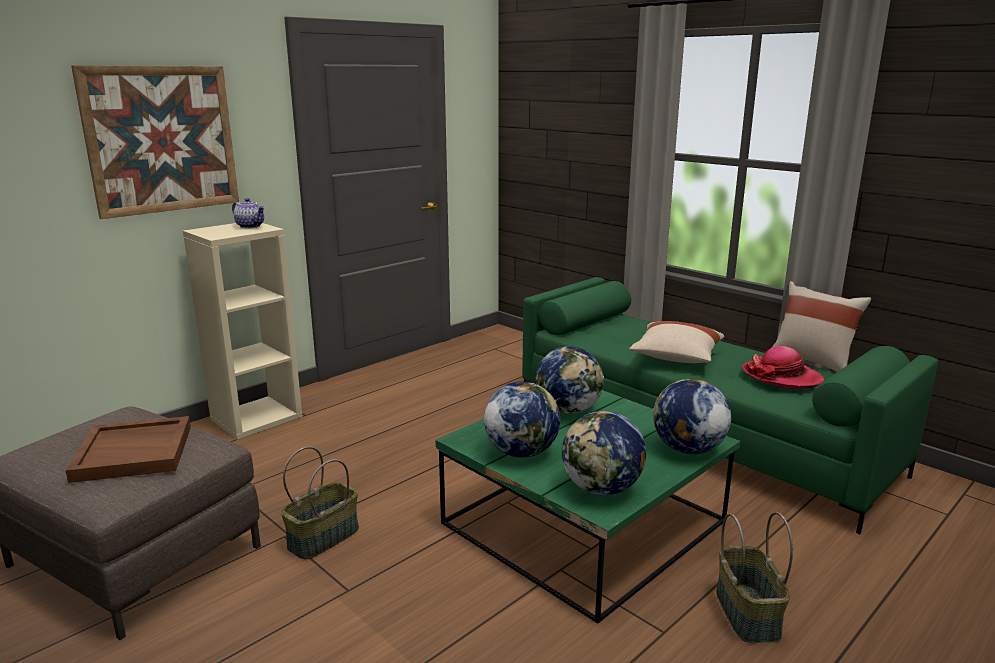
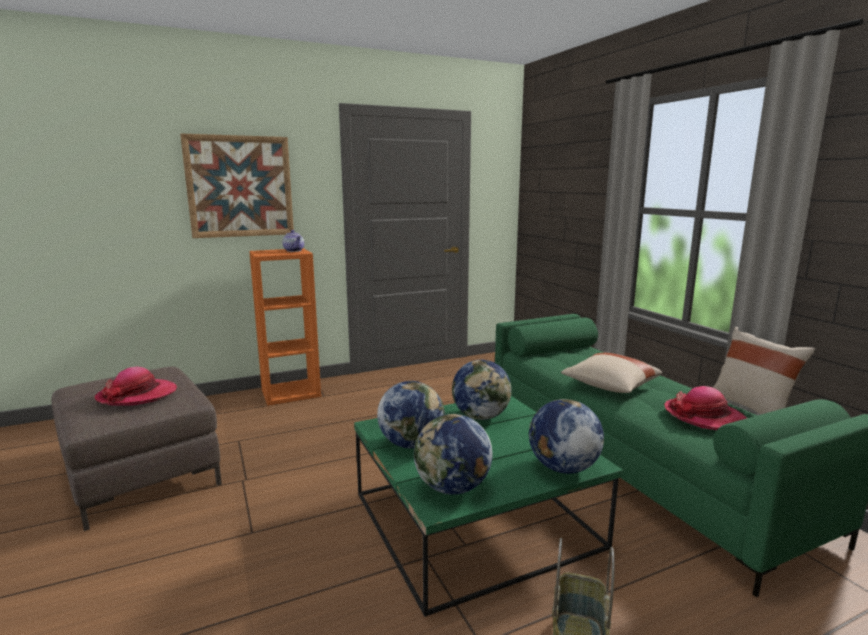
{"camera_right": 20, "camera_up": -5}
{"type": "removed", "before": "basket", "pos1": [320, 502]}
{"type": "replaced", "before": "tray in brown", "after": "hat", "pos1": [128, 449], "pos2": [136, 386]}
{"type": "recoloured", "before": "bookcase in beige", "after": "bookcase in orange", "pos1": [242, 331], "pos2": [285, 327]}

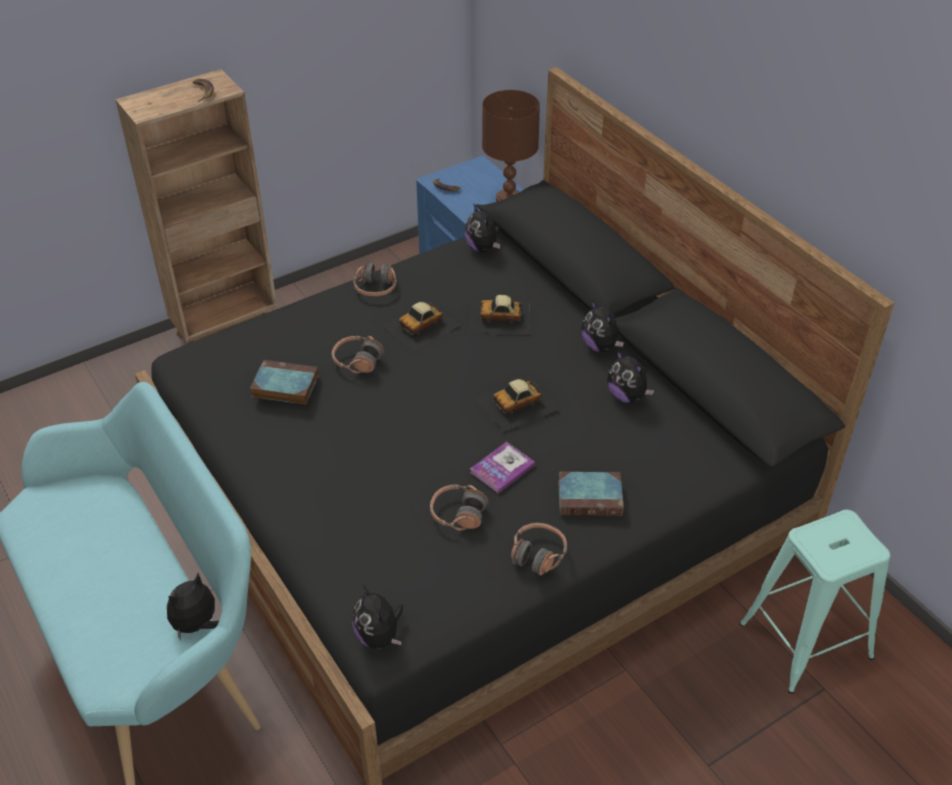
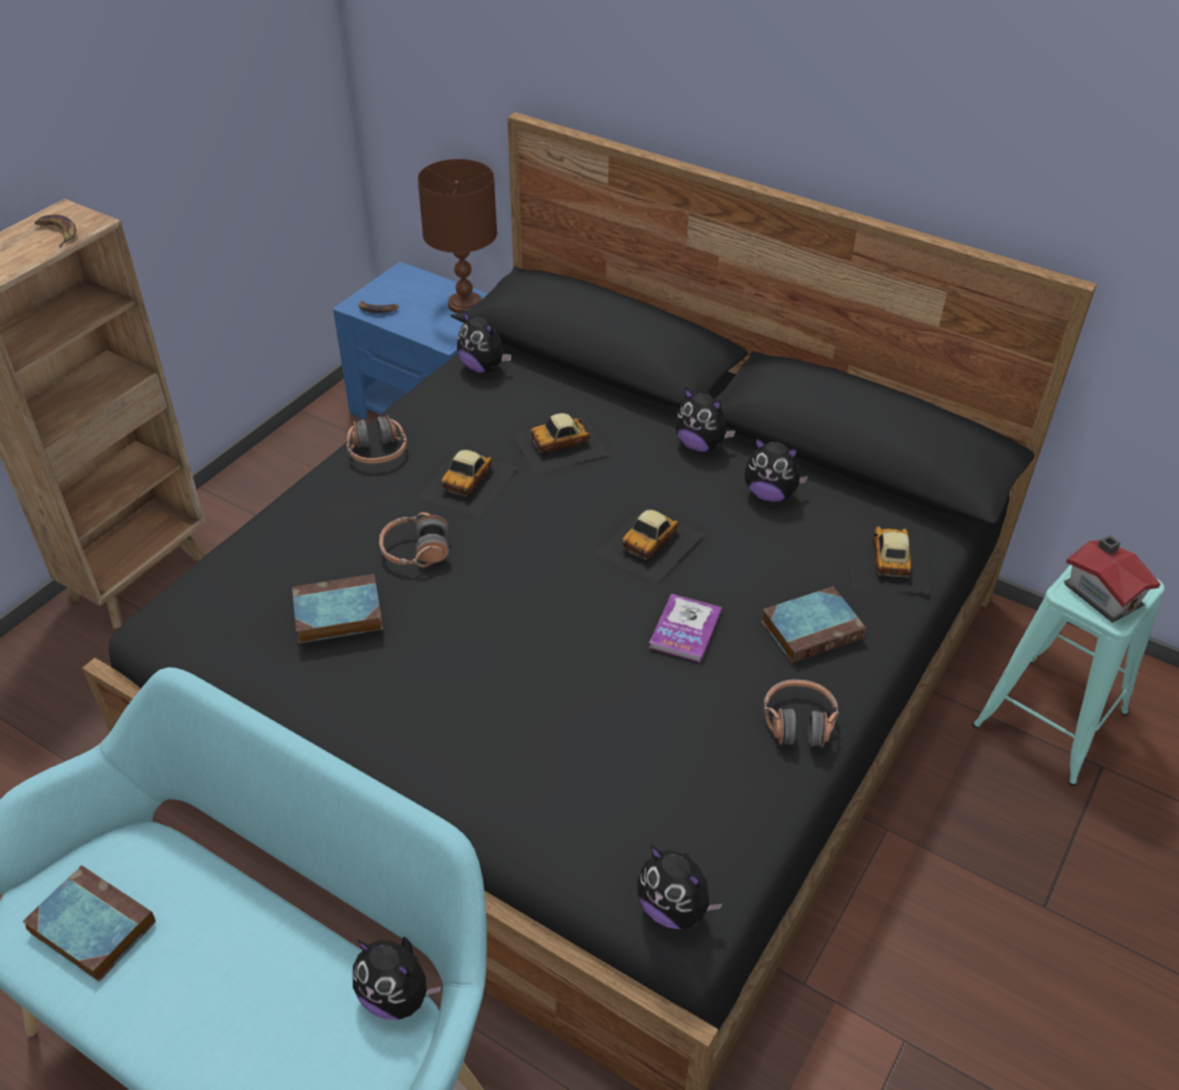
{"camera_right": -25, "camera_up": 0}
{"type": "removed", "before": "headphones", "pos1": [459, 507]}
{"type": "added", "after": "book", "pos2": [89, 923]}
{"type": "added", "after": "toy car", "pos2": [890, 559]}
{"type": "added", "after": "toy house", "pos2": [1112, 579]}
{"type": "turned", "before": "plush toy", "pos1": [193, 606], "pos2": [397, 978], "turn": -75}

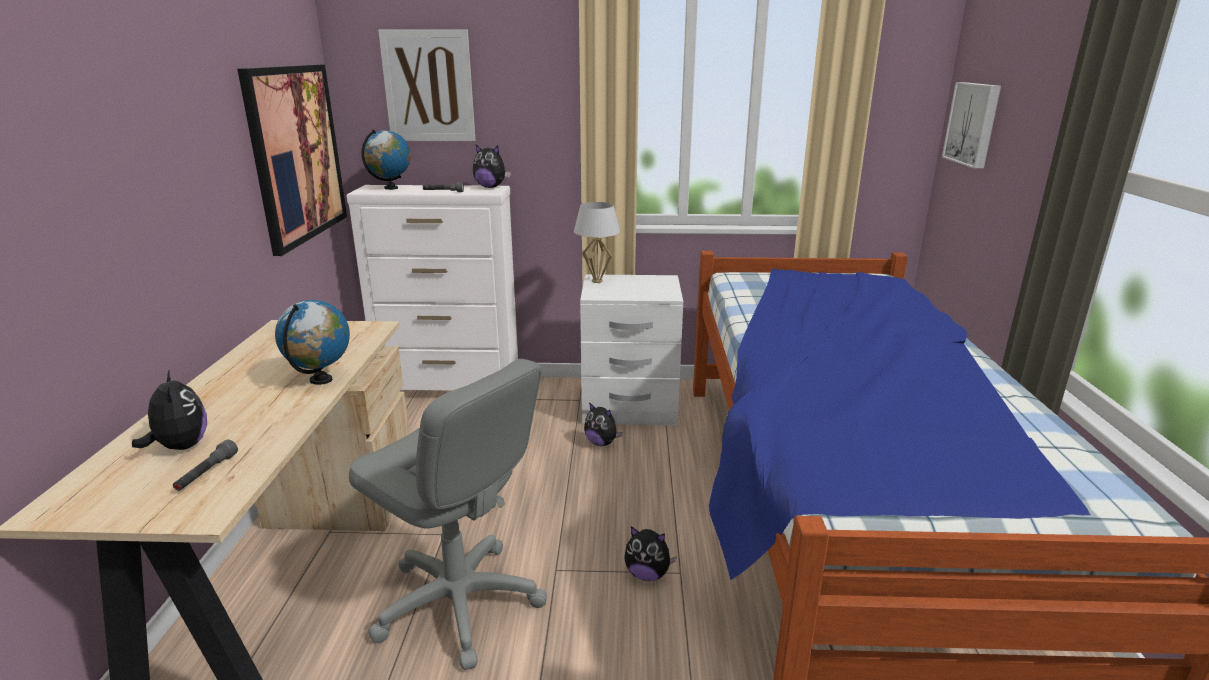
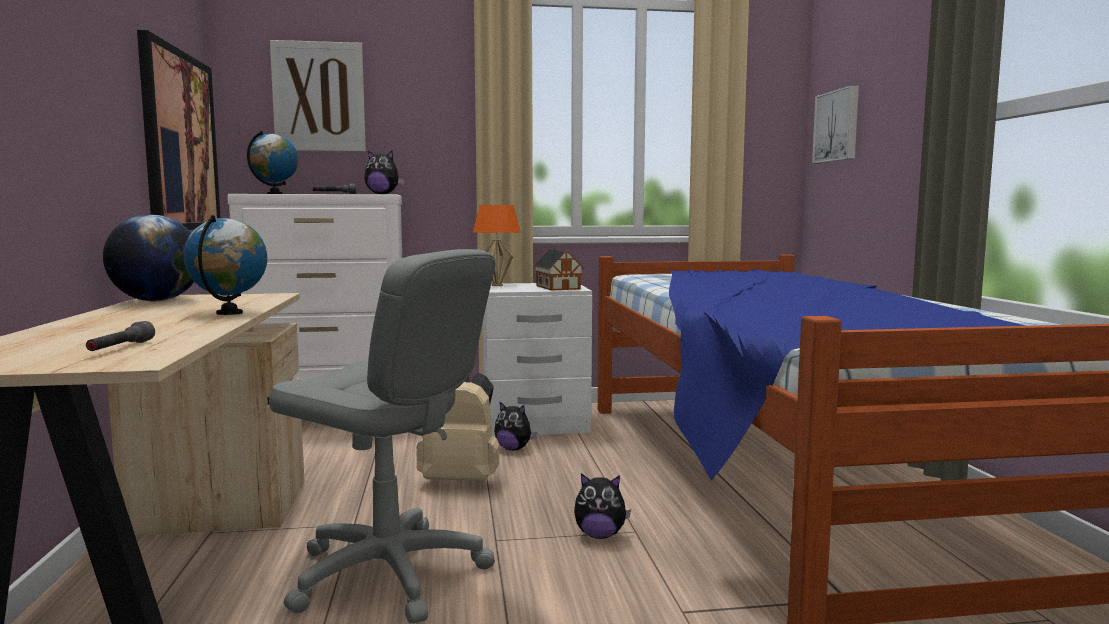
{"camera_right": -10, "camera_up": -15}
{"type": "removed", "before": "plush toy", "pos1": [169, 410]}
{"type": "added", "after": "globe", "pos2": [148, 257]}
{"type": "added", "after": "backpack in beige", "pos2": [457, 427]}
{"type": "added", "after": "toy house", "pos2": [559, 268]}
{"type": "recoloured", "before": "table lamp in white", "after": "table lamp in orange", "pos1": [597, 242], "pos2": [497, 245]}

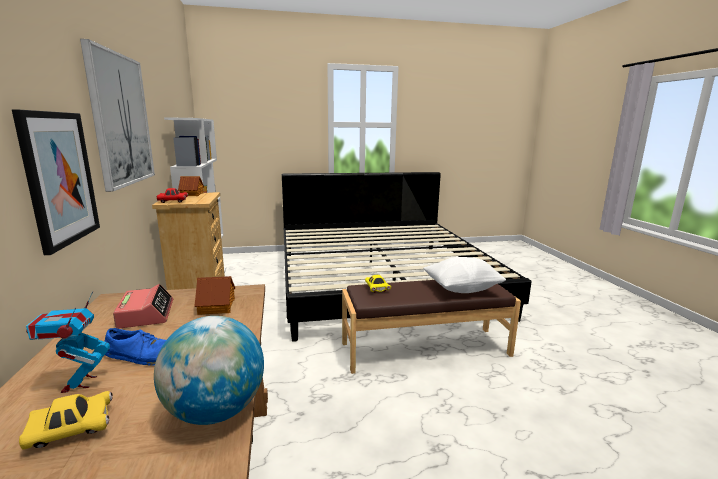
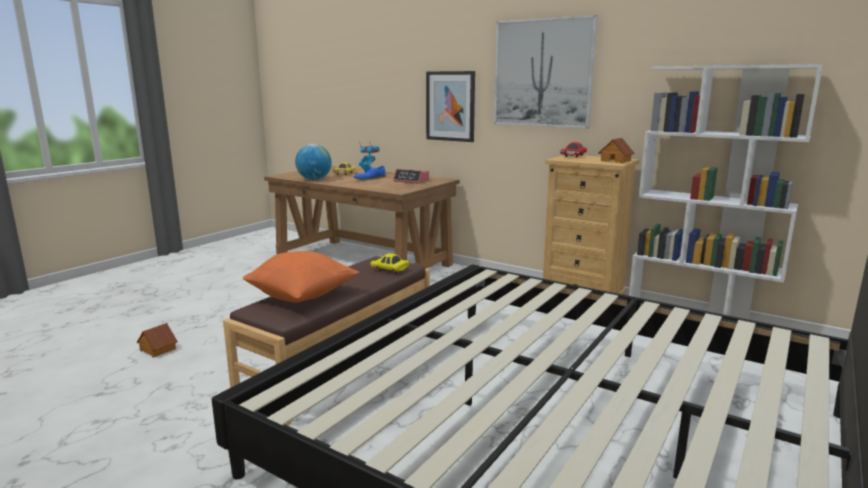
{"camera_right": 135, "camera_up": 0}
{"type": "moved", "before": "toy house", "pos1": [215, 295], "pos2": [157, 340]}
{"type": "recoloured", "before": "pillow in white", "after": "pillow in orange", "pos1": [464, 275], "pos2": [300, 277]}

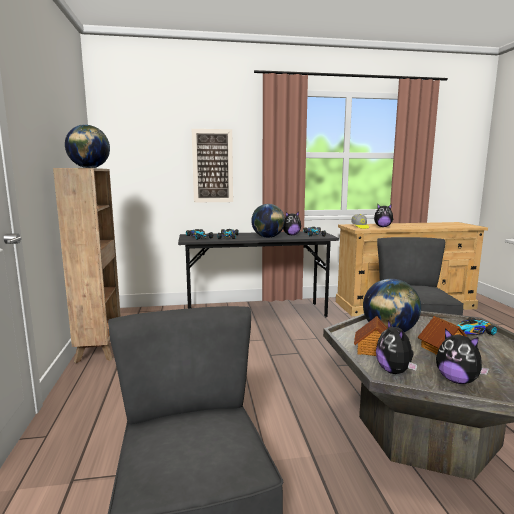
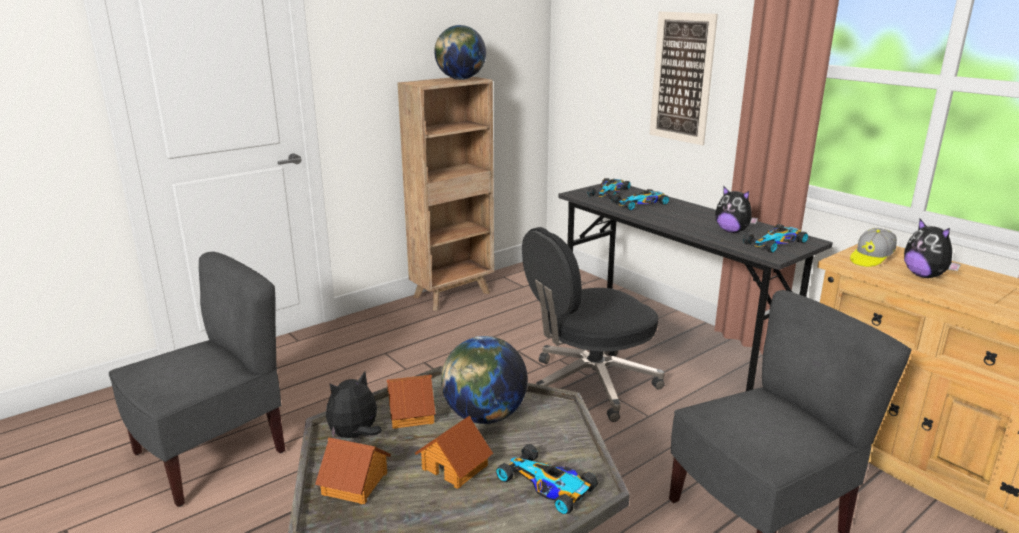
{"camera_right": 60, "camera_up": 10}
{"type": "removed", "before": "globe", "pos1": [268, 221]}
{"type": "added", "after": "office chair in black", "pos2": [593, 324]}
{"type": "replaced", "before": "plush toy", "after": "toy house", "pos1": [462, 356], "pos2": [353, 470]}

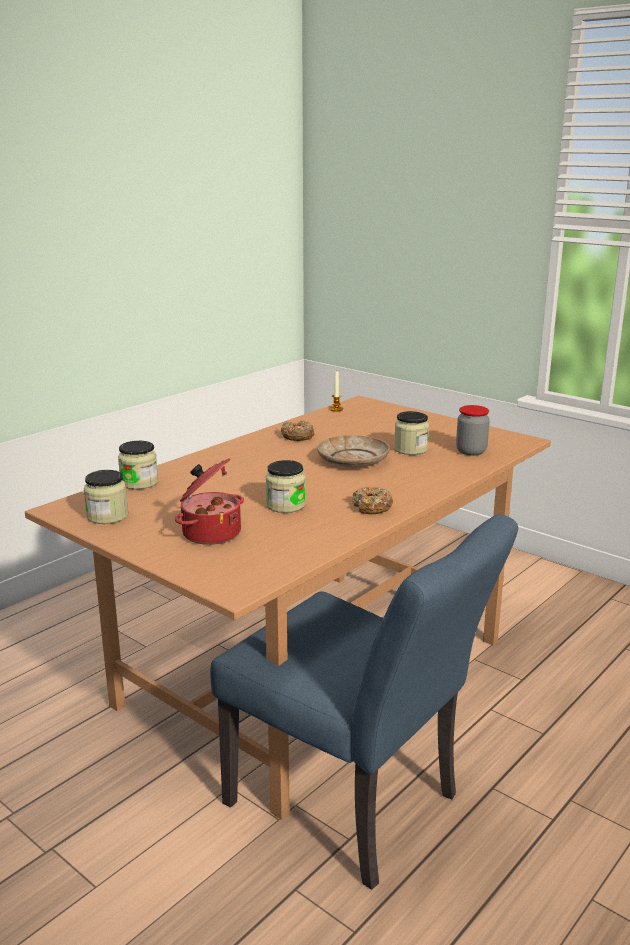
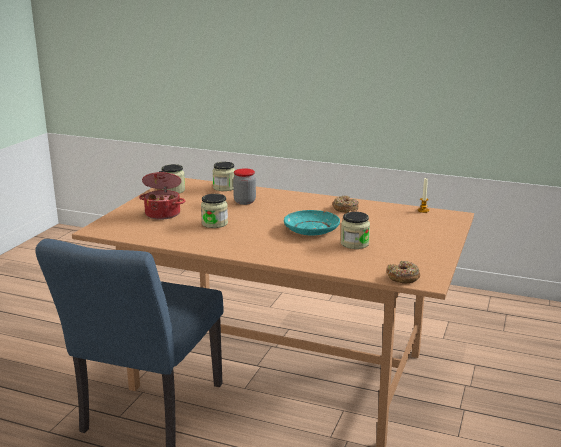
{"camera_right": 70, "camera_up": 0}
{"type": "moved", "before": "donut", "pos1": [372, 500], "pos2": [403, 272]}
{"type": "moved", "before": "jar", "pos1": [473, 430], "pos2": [244, 186]}
{"type": "recoloured", "before": "plate in beige", "after": "plate in turquoise", "pos1": [353, 451], "pos2": [312, 223]}

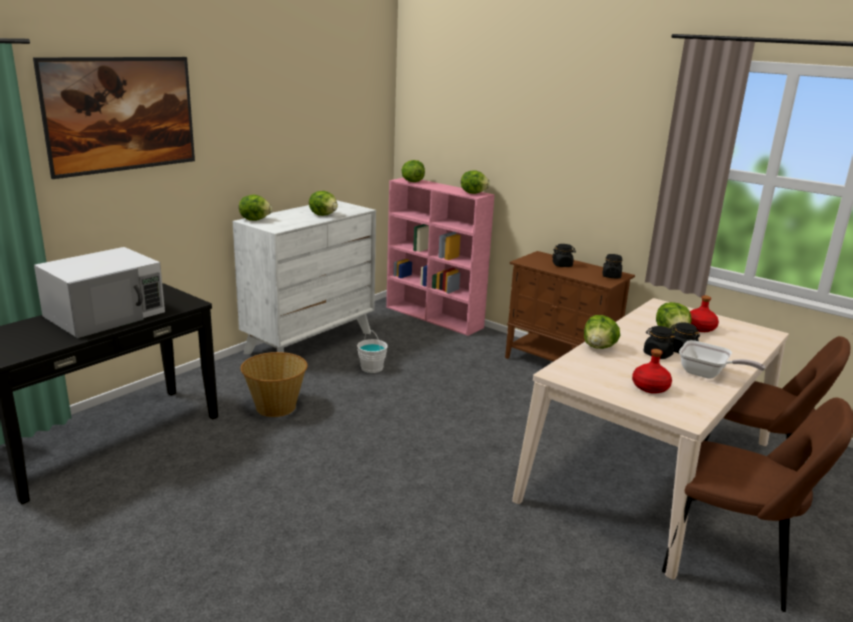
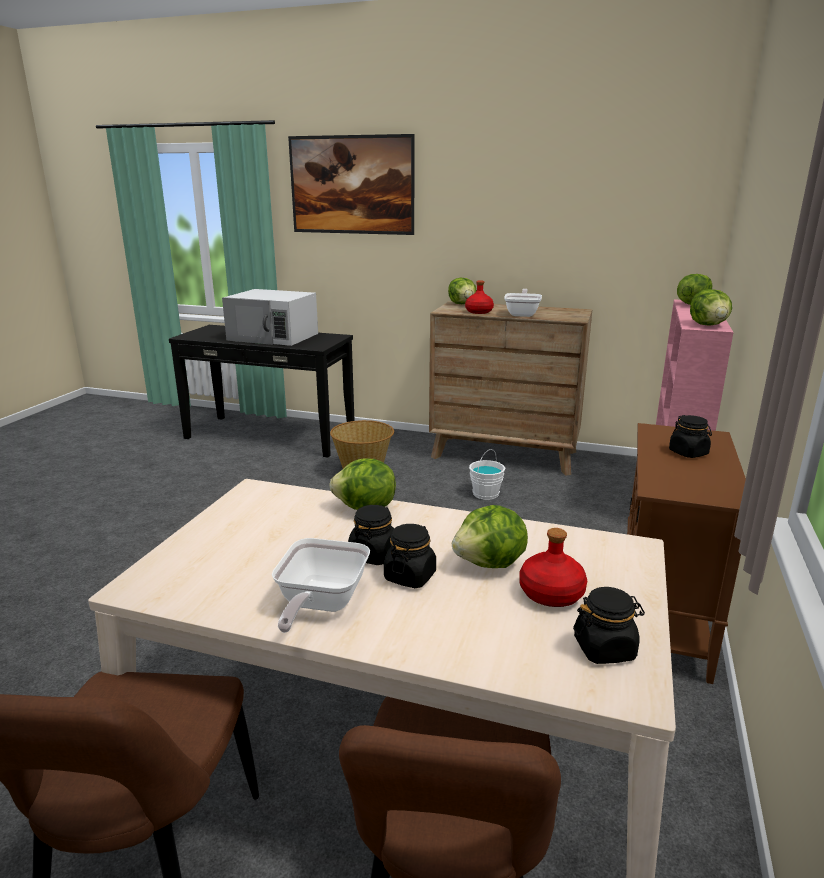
{"camera_right": 70, "camera_up": 0}
{"type": "moved", "before": "jar in black", "pos1": [613, 266], "pos2": [609, 625]}
{"type": "moved", "before": "bottle in red", "pos1": [652, 371], "pos2": [479, 297]}
{"type": "replaced", "before": "lettuce", "after": "frying pan", "pos1": [323, 203], "pos2": [523, 303]}
{"type": "recoloured", "before": "dresser in white", "after": "dresser in brown", "pos1": [304, 277], "pos2": [510, 388]}

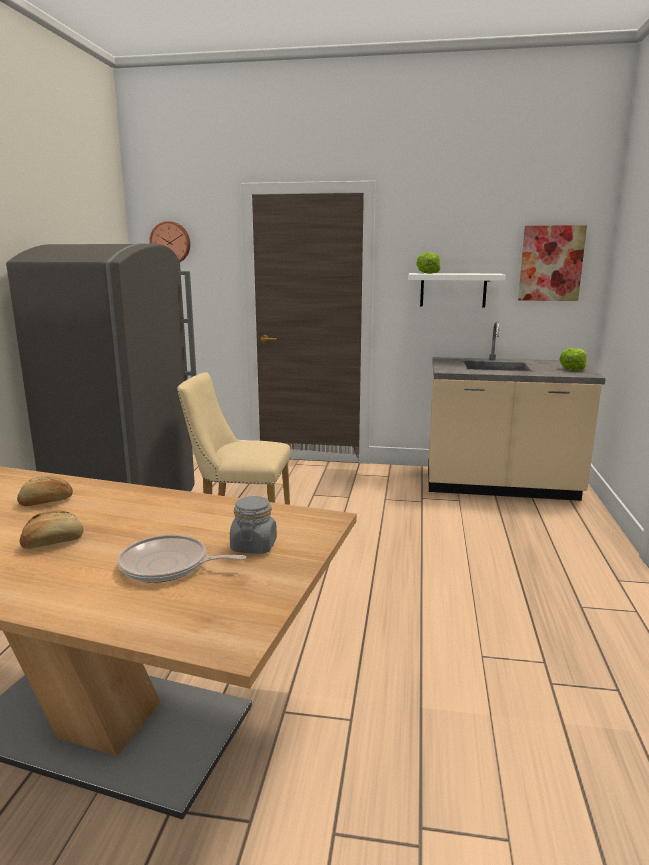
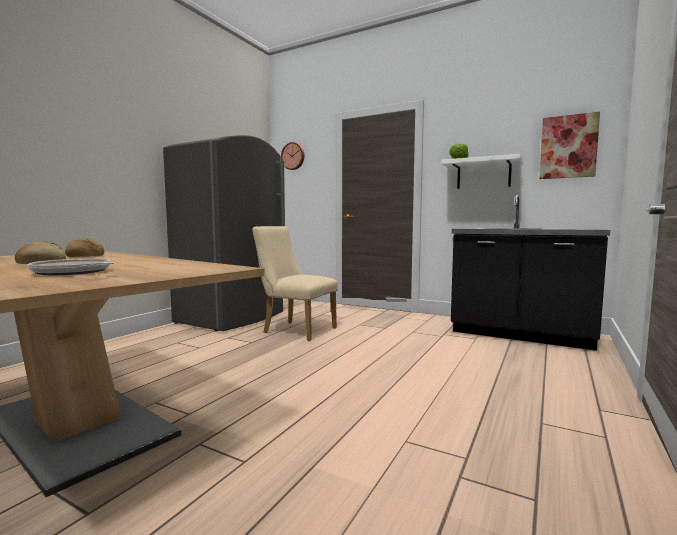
{"camera_right": 20, "camera_up": -10}
{"type": "removed", "before": "jar in grey", "pos1": [253, 525]}
{"type": "removed", "before": "lettuce", "pos1": [573, 359]}
{"type": "recoloured", "before": "counter in beige", "after": "counter in black", "pos1": [517, 411], "pos2": [530, 273]}

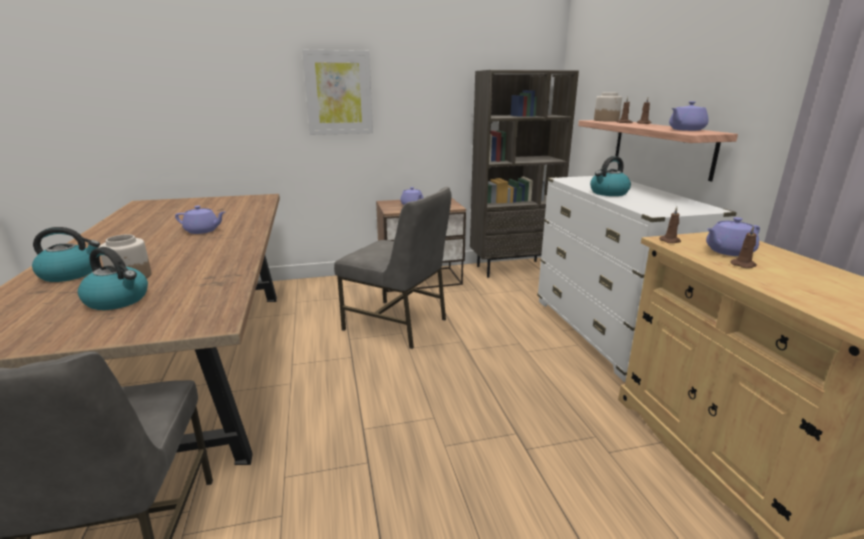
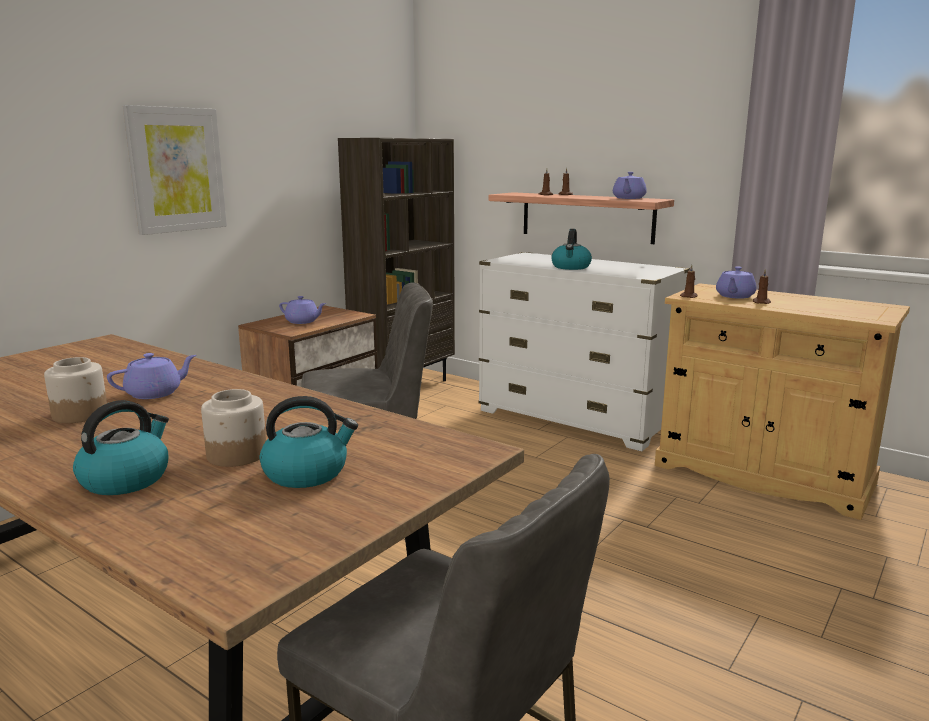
{"camera_right": -40, "camera_up": -5}
{"type": "moved", "before": "jar", "pos1": [608, 107], "pos2": [75, 390]}

